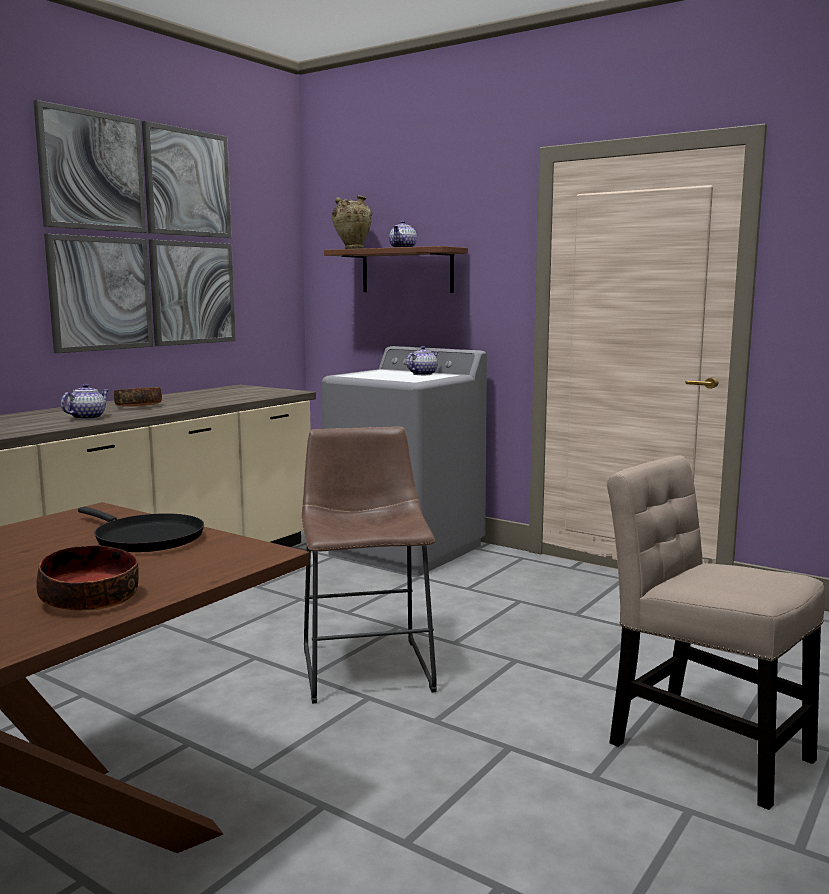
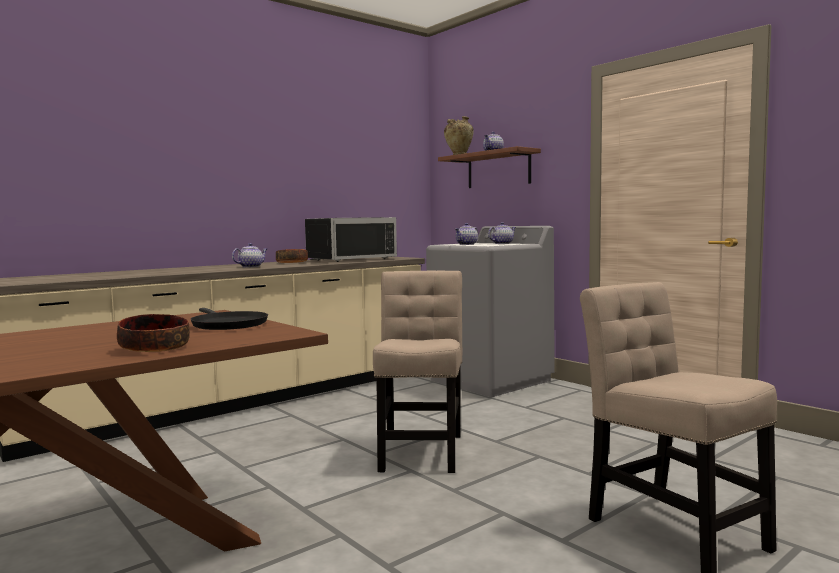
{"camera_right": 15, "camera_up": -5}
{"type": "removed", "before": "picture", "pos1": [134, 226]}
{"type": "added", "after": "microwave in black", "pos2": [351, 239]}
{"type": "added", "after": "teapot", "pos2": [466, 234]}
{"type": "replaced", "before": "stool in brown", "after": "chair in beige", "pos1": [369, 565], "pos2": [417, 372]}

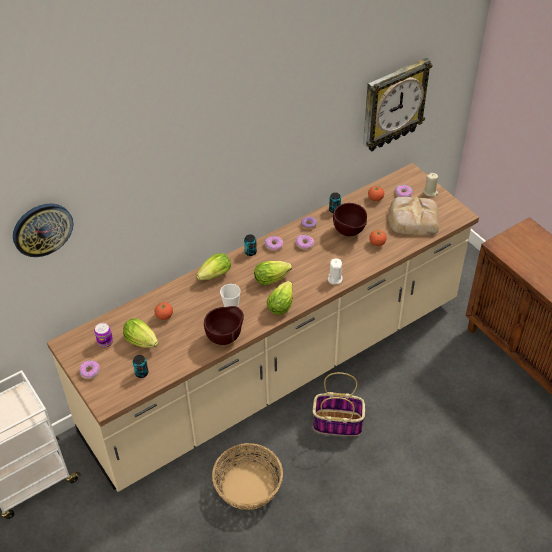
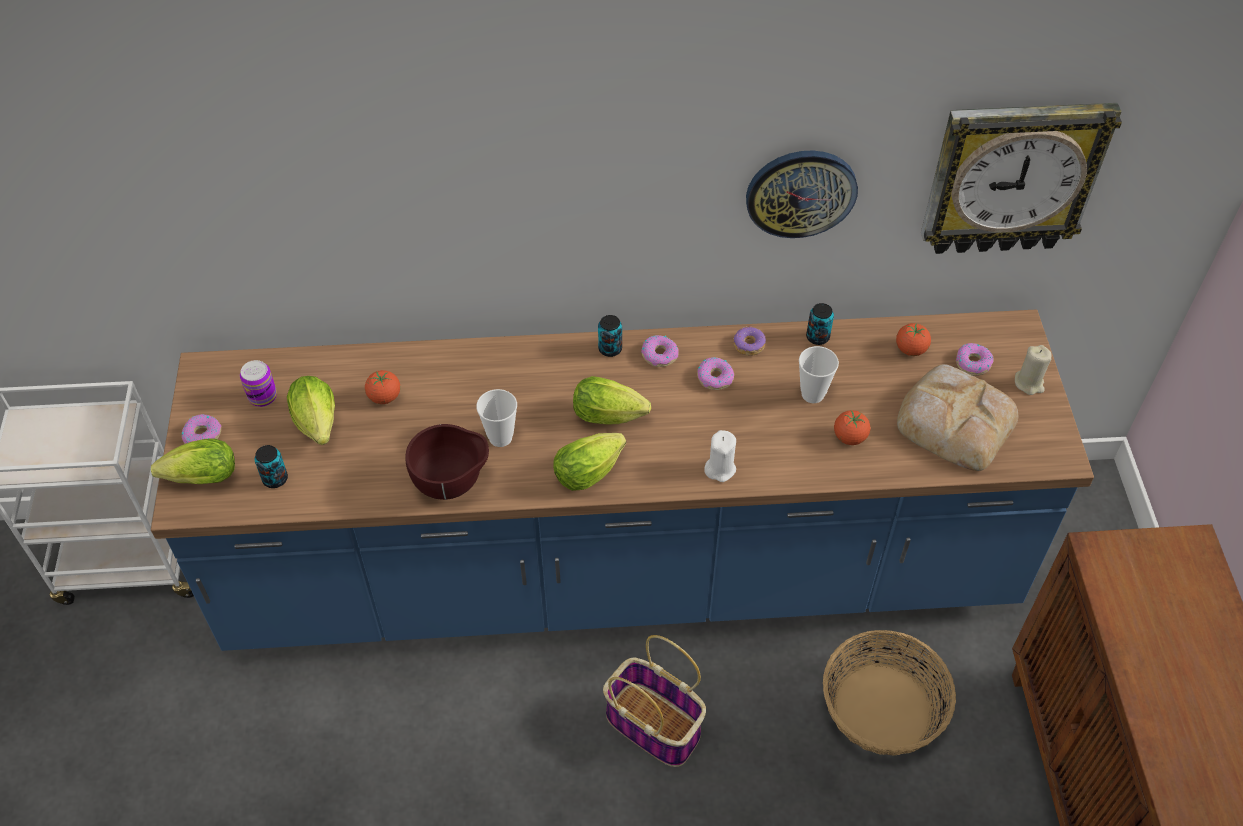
{"camera_right": 30, "camera_up": 5}
{"type": "moved", "before": "wall clock", "pos1": [43, 230], "pos2": [802, 194]}
{"type": "moved", "before": "lettuce", "pos1": [213, 266], "pos2": [193, 461]}
{"type": "moved", "before": "basket", "pos1": [247, 476], "pos2": [889, 693]}
{"type": "replaced", "before": "bowl in brown", "after": "cup", "pos1": [350, 219], "pos2": [819, 374]}
{"type": "recoloured", "before": "counter in beige", "after": "counter in blue", "pos1": [263, 327], "pos2": [622, 480]}

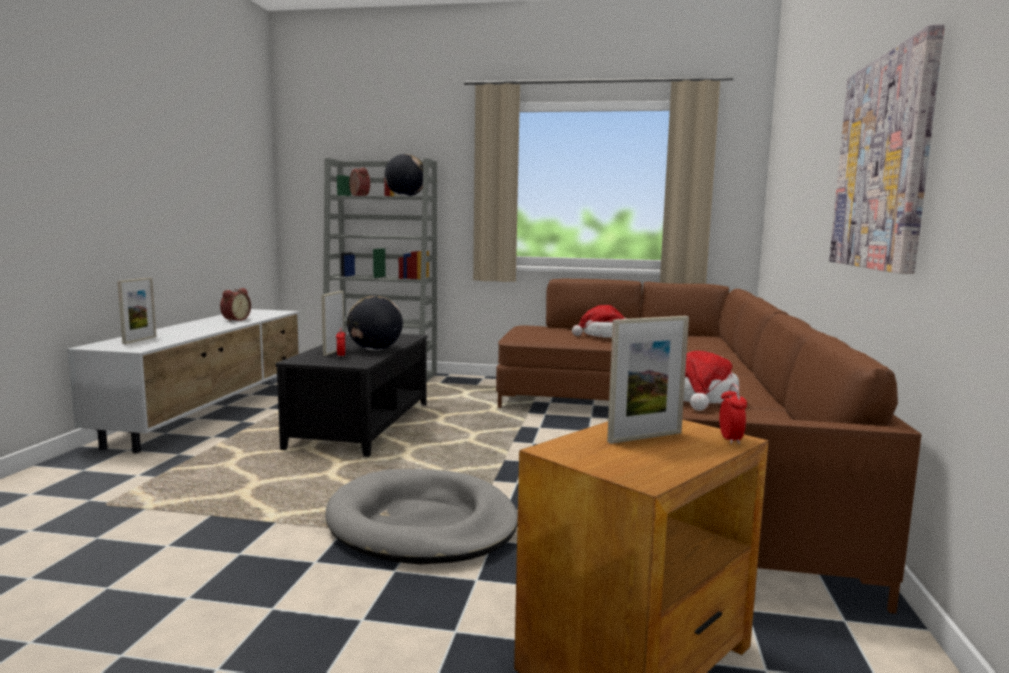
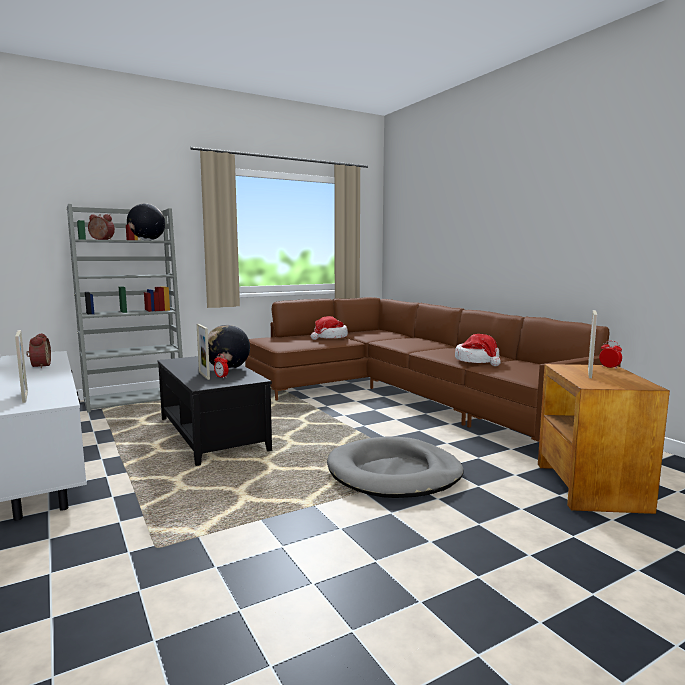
{"camera_right": -40, "camera_up": 0}
{"type": "removed", "before": "picture", "pos1": [887, 149]}

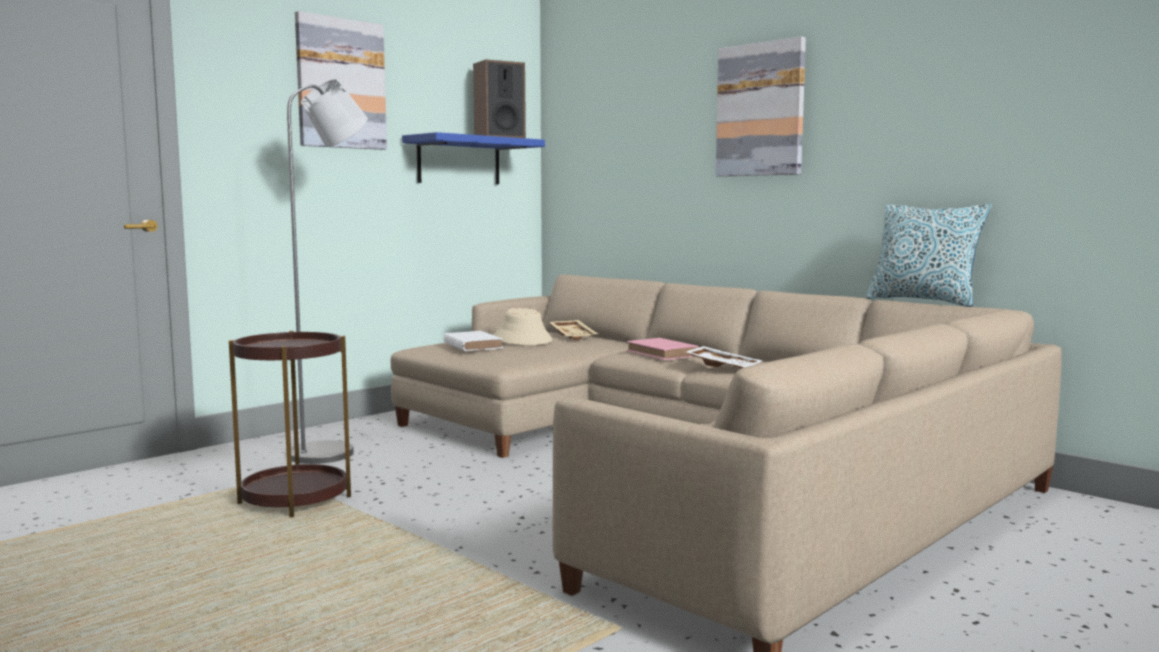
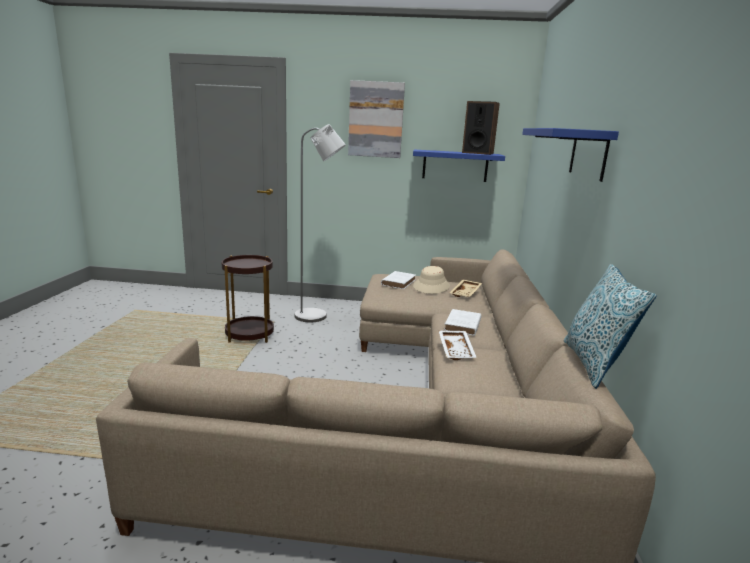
{"camera_right": 50, "camera_up": 10}
{"type": "replaced", "before": "picture", "after": "shelf in blue", "pos1": [761, 106], "pos2": [570, 155]}
{"type": "recoloured", "before": "book in pink", "after": "book in white", "pos1": [663, 349], "pos2": [462, 322]}

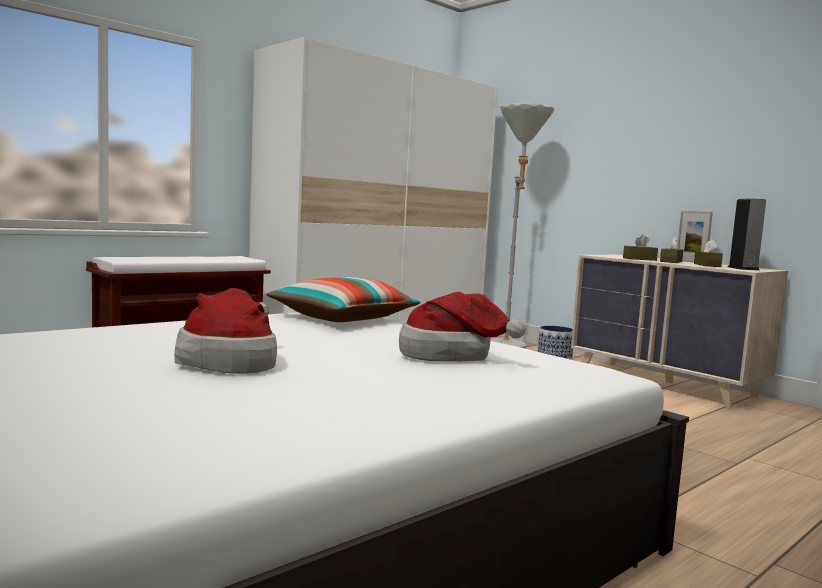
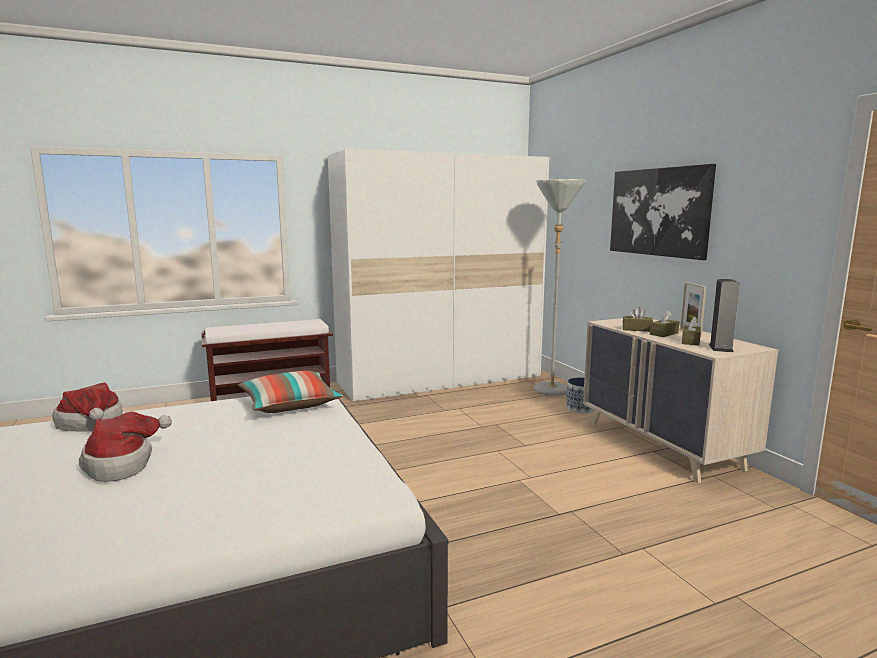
{"camera_right": 20, "camera_up": 5}
{"type": "added", "after": "picture", "pos2": [663, 212]}
{"type": "moved", "before": "hat", "pos1": [462, 327], "pos2": [87, 406]}

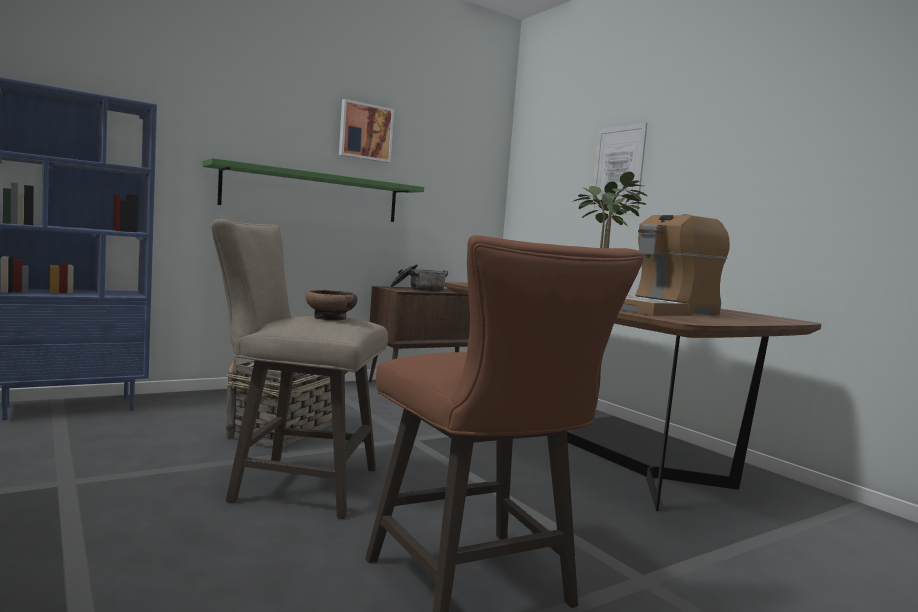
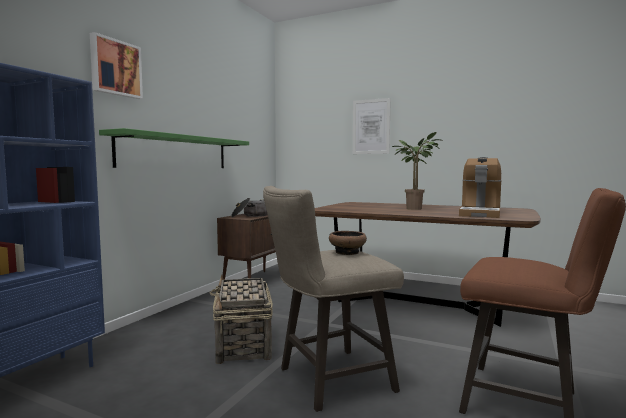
{"camera_right": -30, "camera_up": 0}
{"type": "moved", "before": "picture", "pos1": [366, 131], "pos2": [116, 65]}

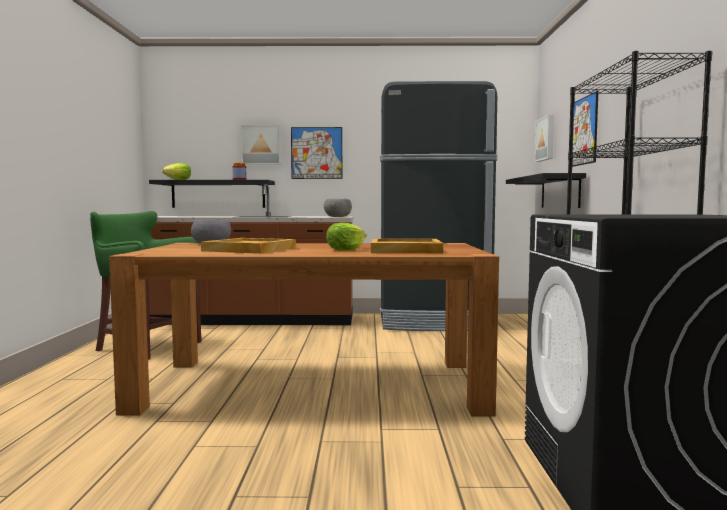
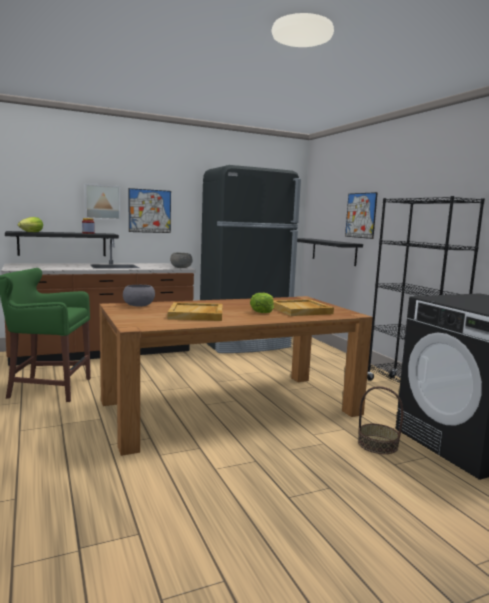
{"camera_right": -25, "camera_up": 5}
{"type": "removed", "before": "picture", "pos1": [544, 138]}
{"type": "added", "after": "basket", "pos2": [380, 420]}

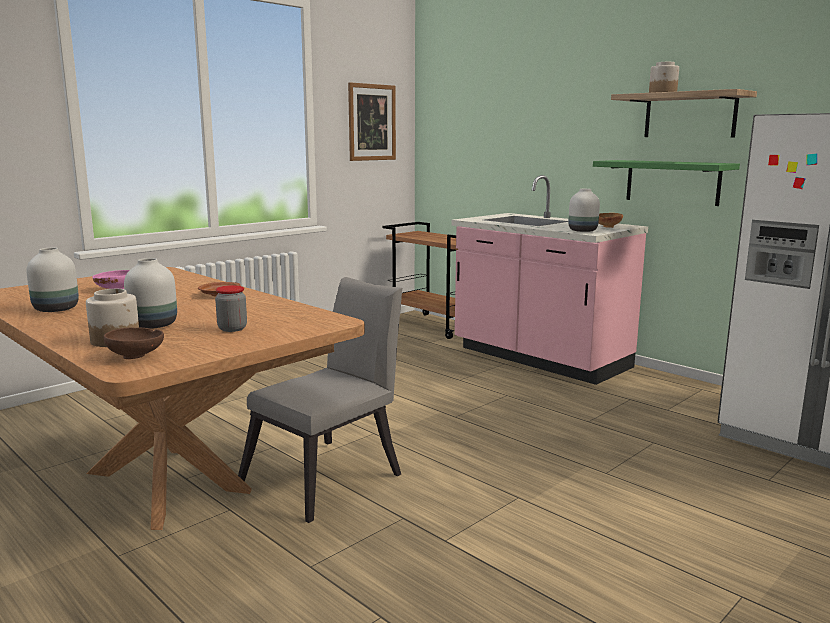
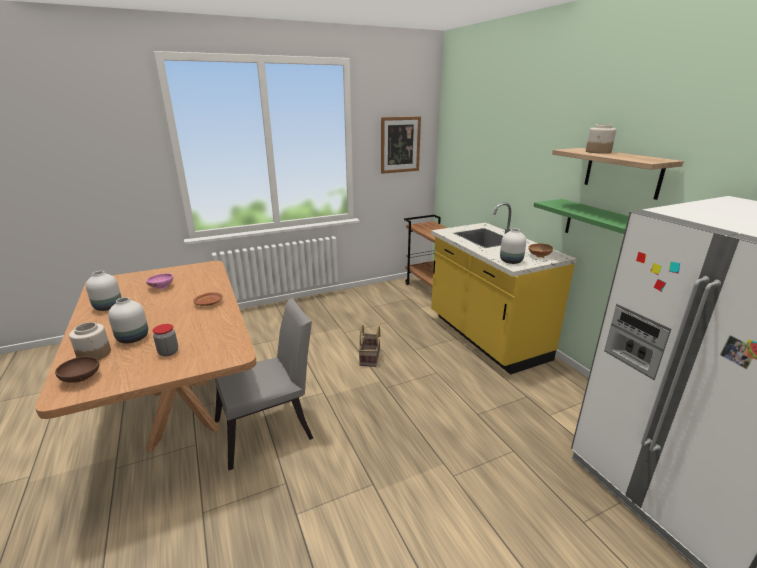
{"camera_right": 20, "camera_up": 10}
{"type": "added", "after": "basket", "pos2": [370, 346]}
{"type": "recoloured", "before": "counter in pink", "after": "counter in yellow", "pos1": [550, 280], "pos2": [504, 288]}

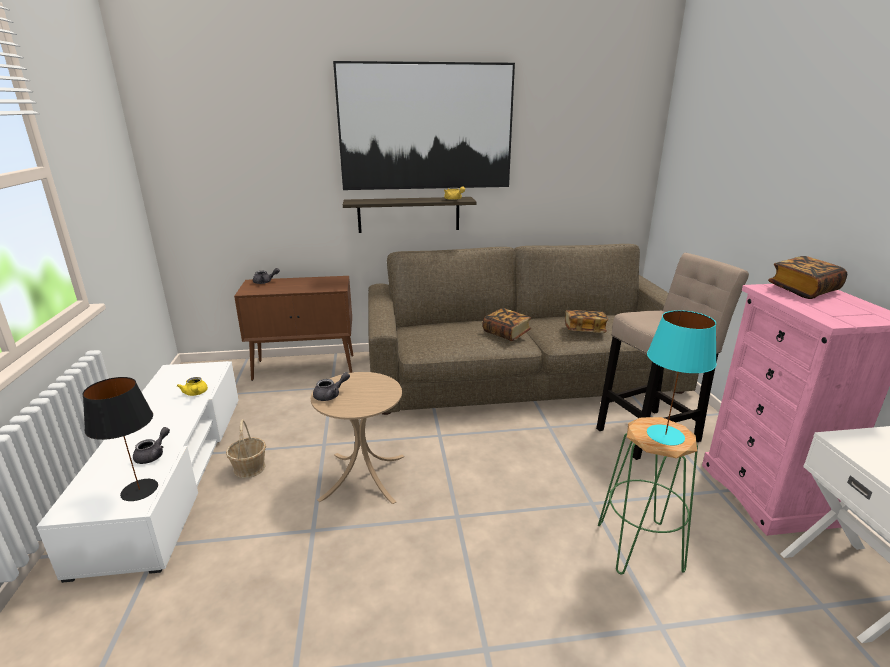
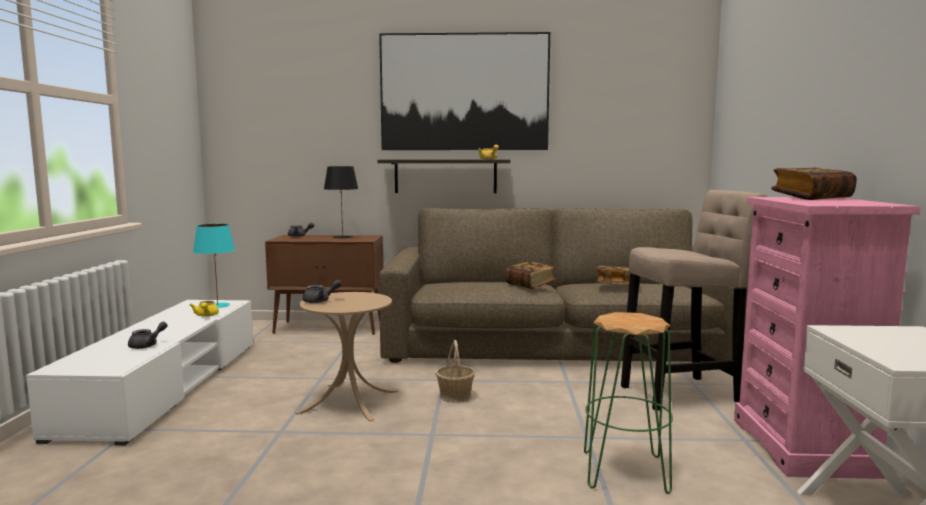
{"camera_right": 10, "camera_up": -15}
{"type": "moved", "before": "table lamp in black", "pos1": [120, 439], "pos2": [341, 202]}
{"type": "moved", "before": "basket", "pos1": [246, 448], "pos2": [455, 371]}
{"type": "moved", "before": "table lamp in turquoise", "pos1": [682, 377], "pos2": [214, 266]}

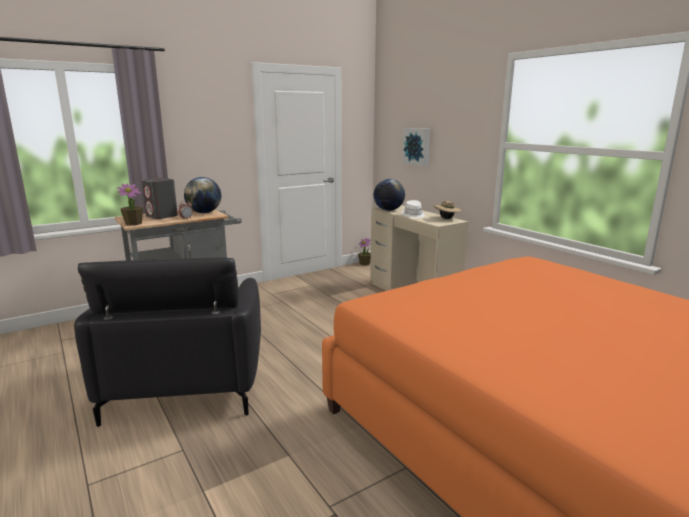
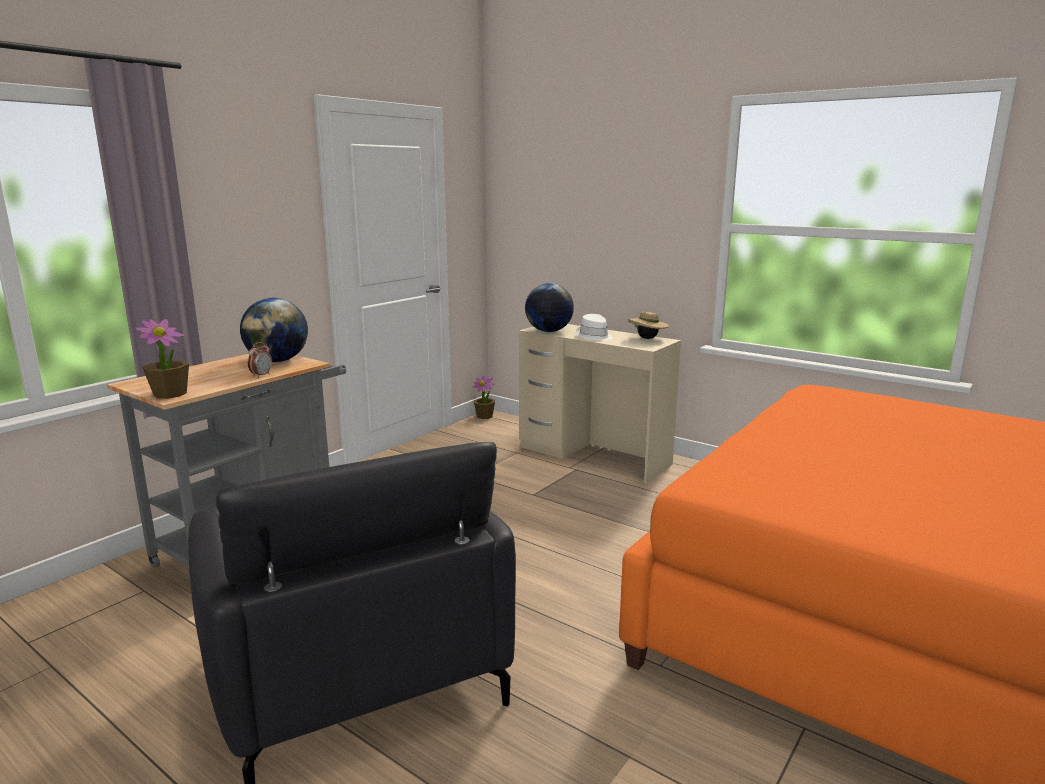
{"camera_right": -20, "camera_up": 0}
{"type": "removed", "before": "speaker in grey", "pos1": [160, 198]}
{"type": "removed", "before": "picture", "pos1": [416, 147]}

